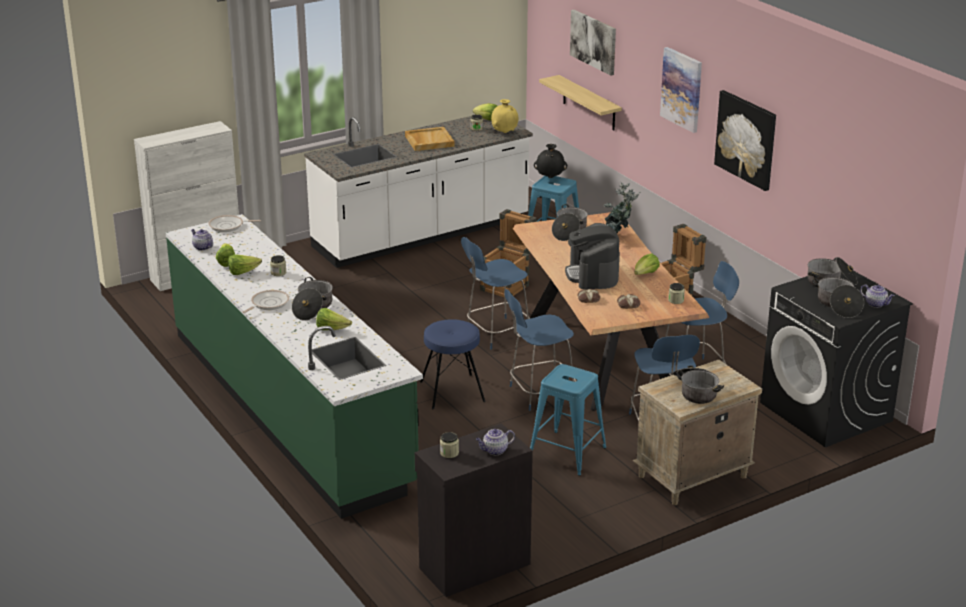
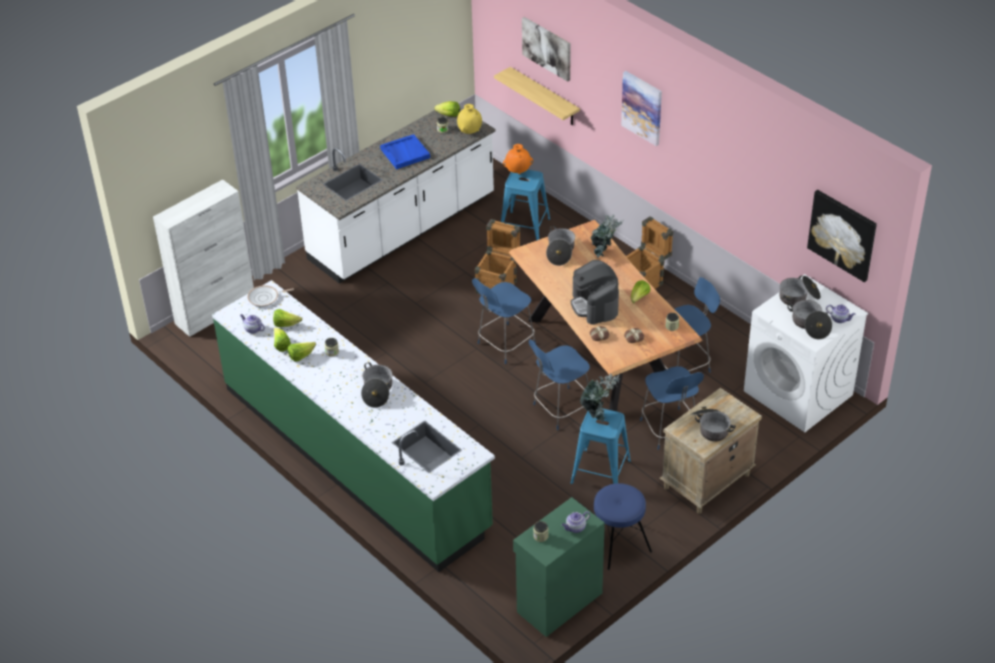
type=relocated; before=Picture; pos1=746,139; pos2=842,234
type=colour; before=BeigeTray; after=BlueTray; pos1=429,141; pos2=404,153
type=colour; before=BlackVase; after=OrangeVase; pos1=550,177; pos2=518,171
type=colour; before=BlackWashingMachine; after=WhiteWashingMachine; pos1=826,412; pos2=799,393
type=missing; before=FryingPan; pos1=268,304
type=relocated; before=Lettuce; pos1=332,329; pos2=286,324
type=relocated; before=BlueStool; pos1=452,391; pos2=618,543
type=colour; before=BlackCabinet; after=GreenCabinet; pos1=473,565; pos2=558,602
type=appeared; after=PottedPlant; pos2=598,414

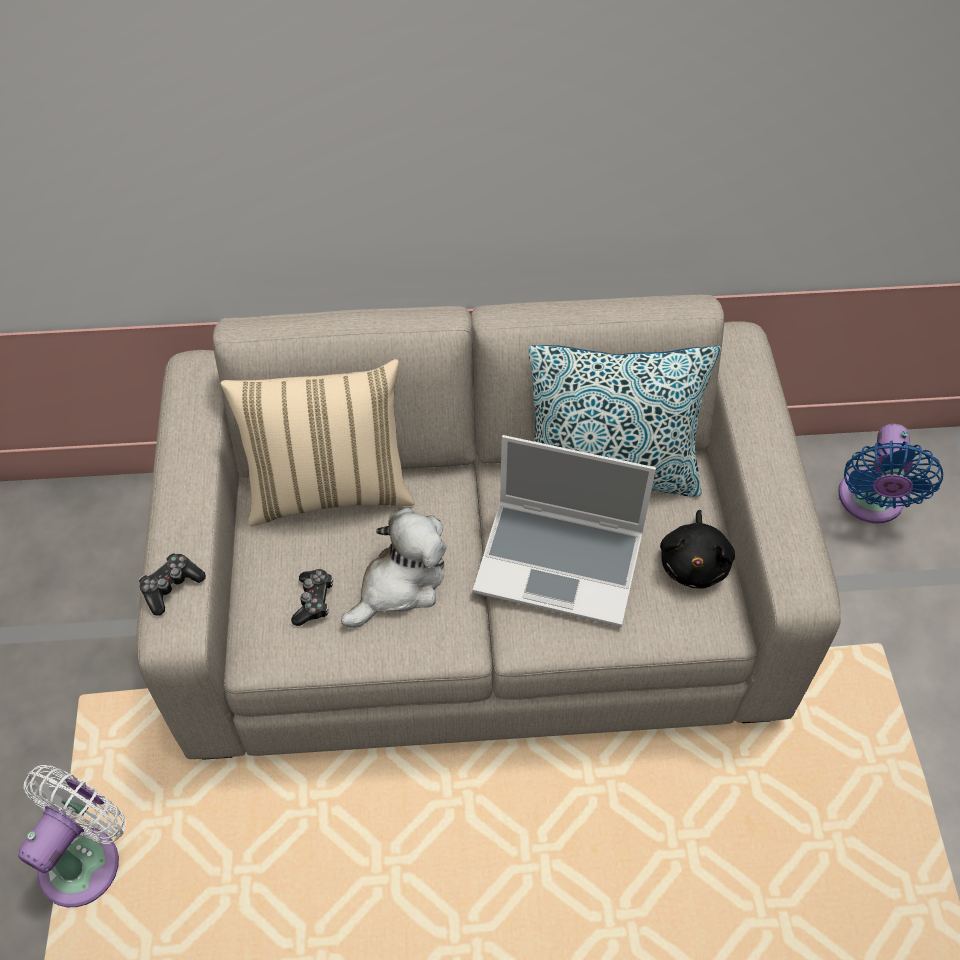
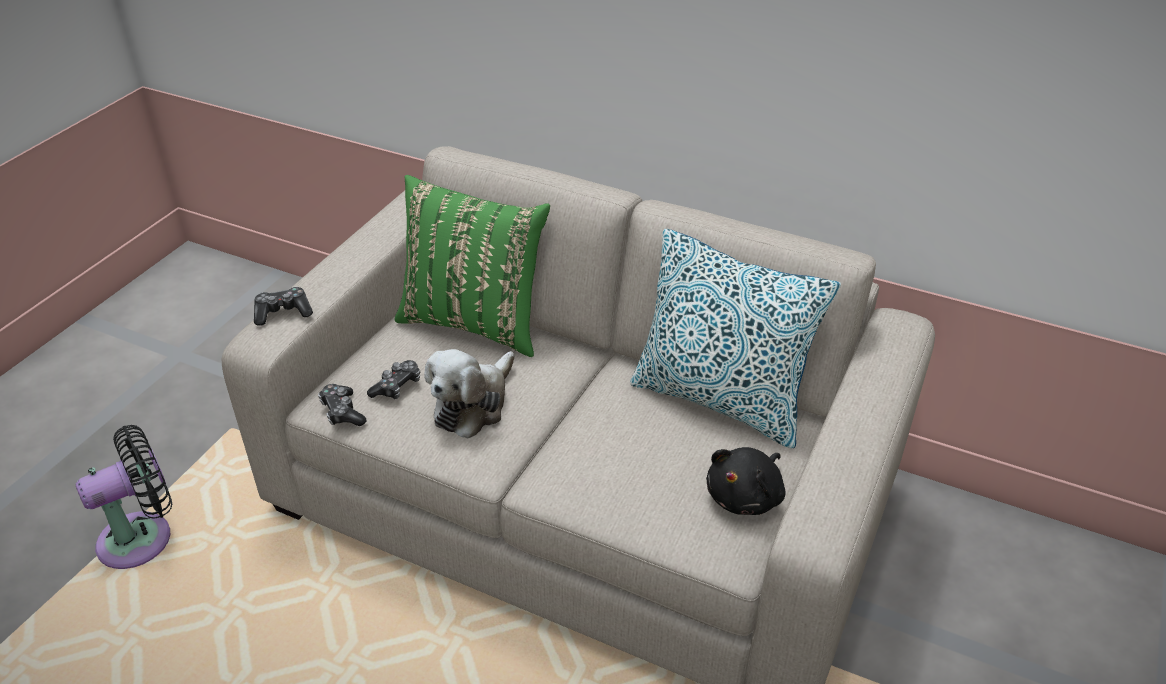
type=colour; before=BeigePillow; after=GreenPillow; pos1=329,489; pos2=475,322
type=missing; before=BlueFan; pos1=870,503
type=missing; before=Laptop; pos1=561,562
type=spun; before=PlushToy; pos1=400,584; pos2=473,404; turn=135
type=colour; before=WhiteFan; after=BlackFan; pos1=85,858; pos2=143,537
type=appeared; after=GameController; pos2=342,412

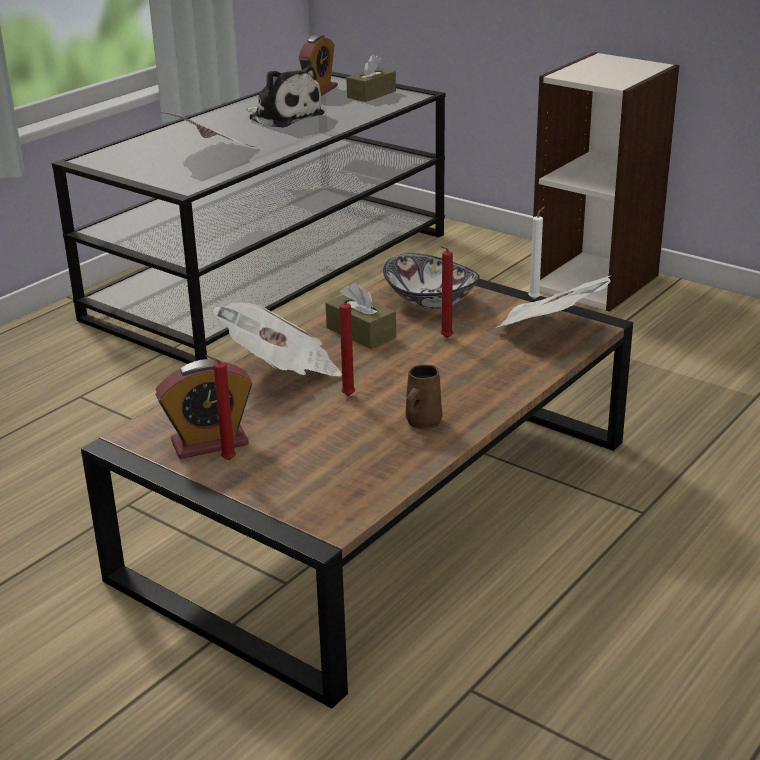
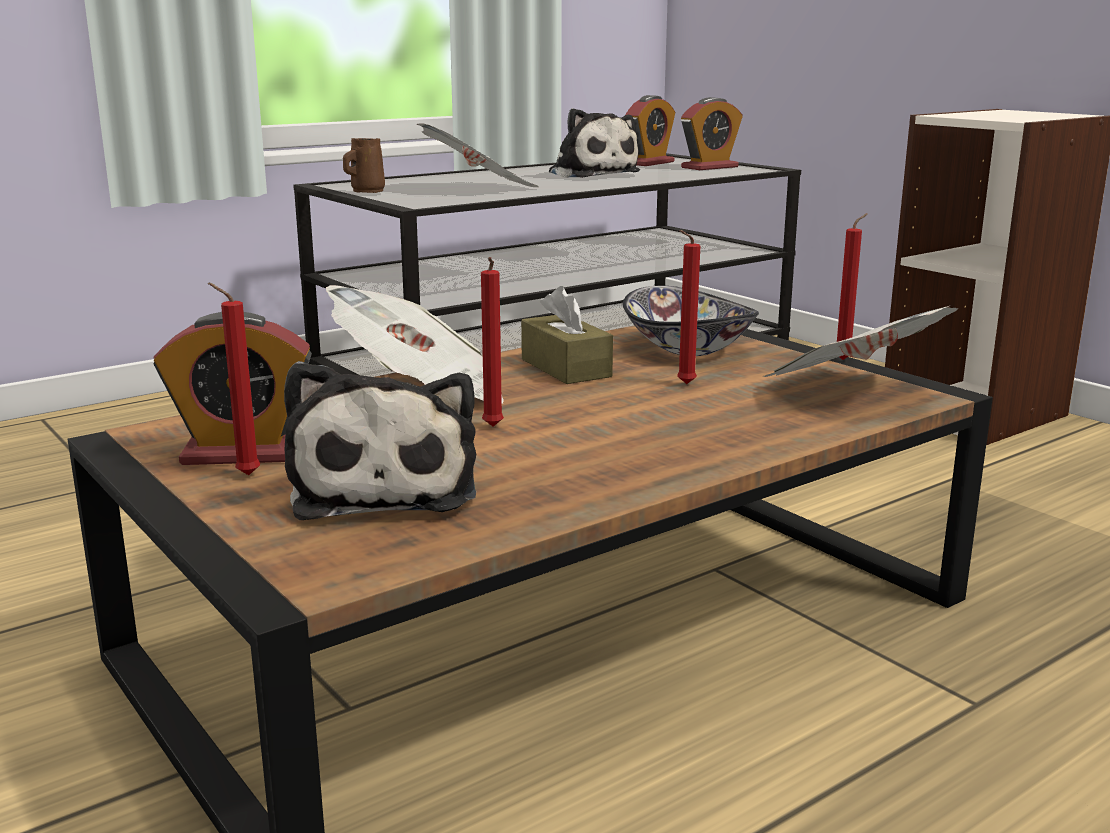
type=exchanged; before=BrownTissueBox; after=AlarmClock; pos1=371,94; pos2=709,167
type=colour; before=WhiteCandle; after=RedCandle; pos1=535,298; pos2=845,359
type=relocated; before=BrownMug; pos1=422,422; pos2=366,192
type=appeared; after=PlushToy; pos2=384,488

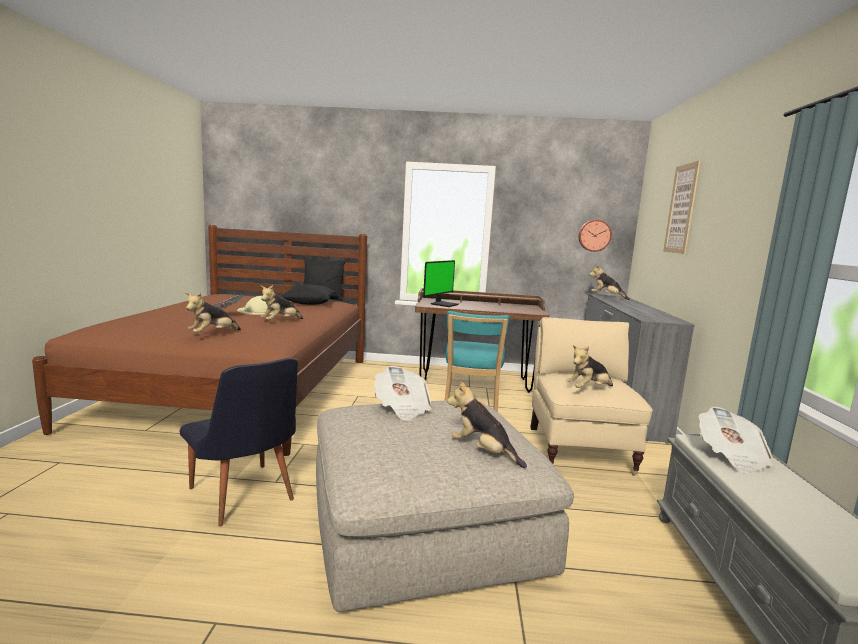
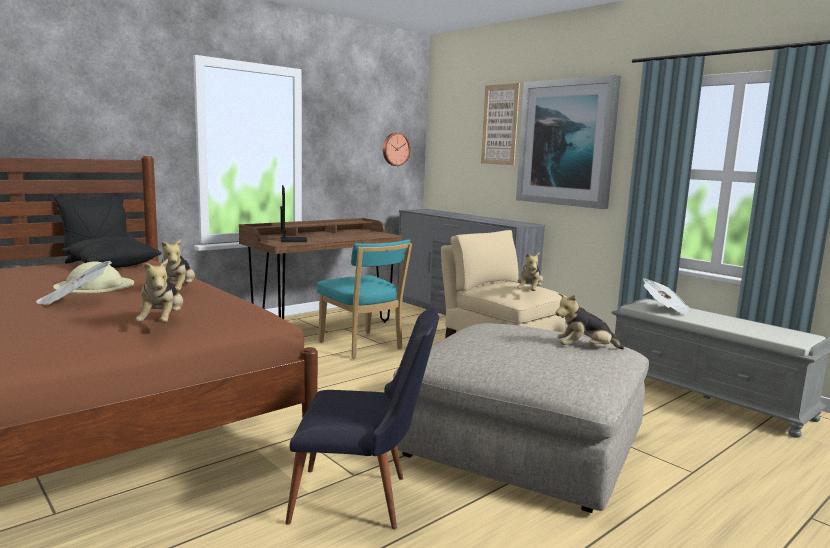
type=missing; before=PlushToy; pos1=607,297
type=missing; before=Newspaper; pos1=402,408
type=appeared; after=Picture; pos2=567,143

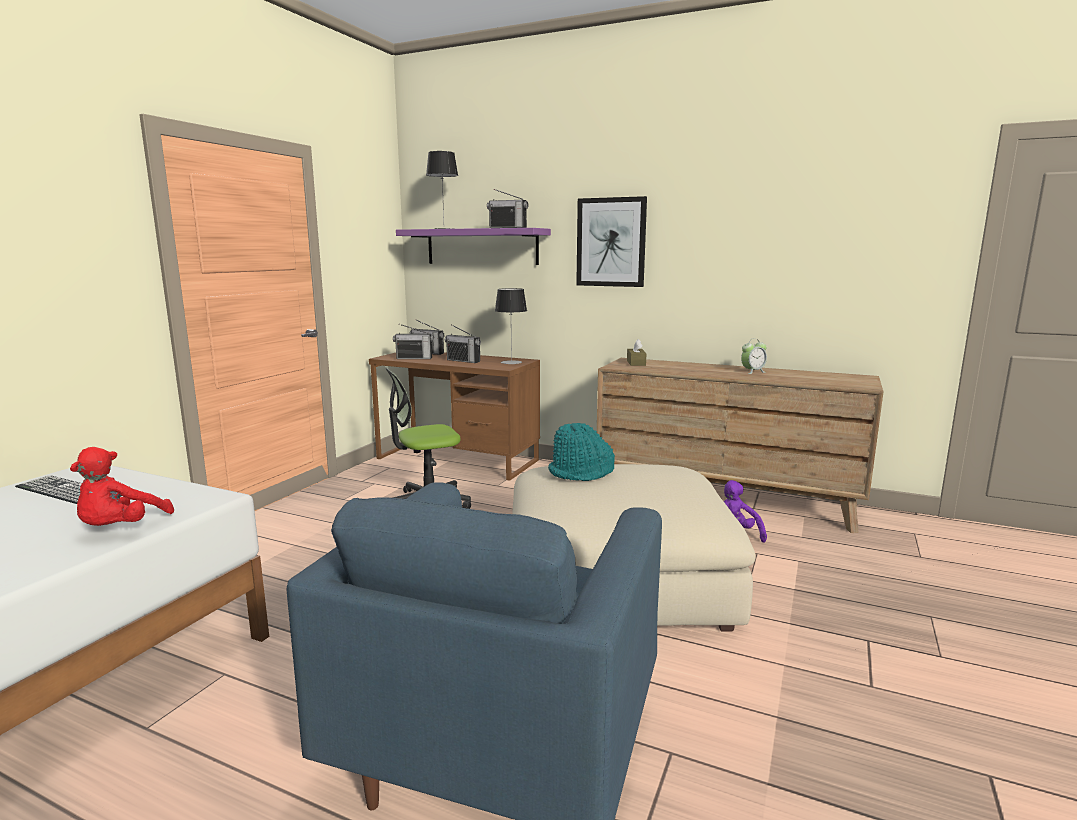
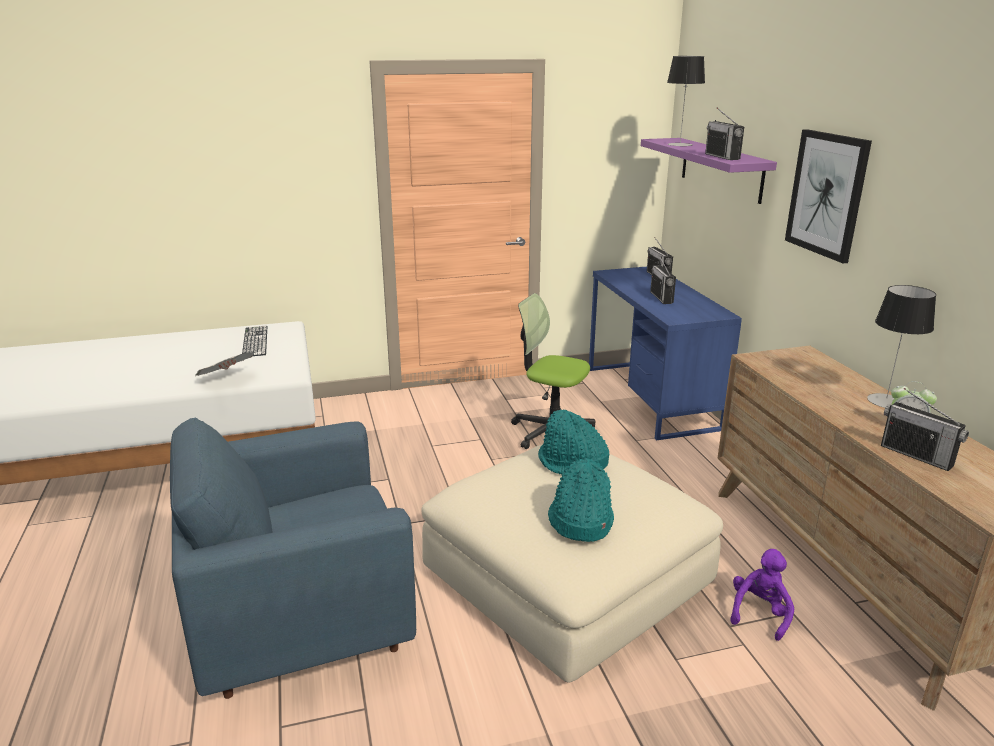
type=relocated; before=TableLamp; pos1=511,362; pos2=886,401
type=relocated; before=Radio; pos1=414,358; pos2=916,455
type=missing; before=BrownTissueBox; pos1=636,363
type=colour; before=BrownDesk; after=BlueDesk; pos1=457,459; pos2=650,397
type=exchanged; before=RedPlushToy; after=Newspaper; pos1=120,528; pos2=226,379
type=appeared; after=TurquoiseHat; pos2=580,521

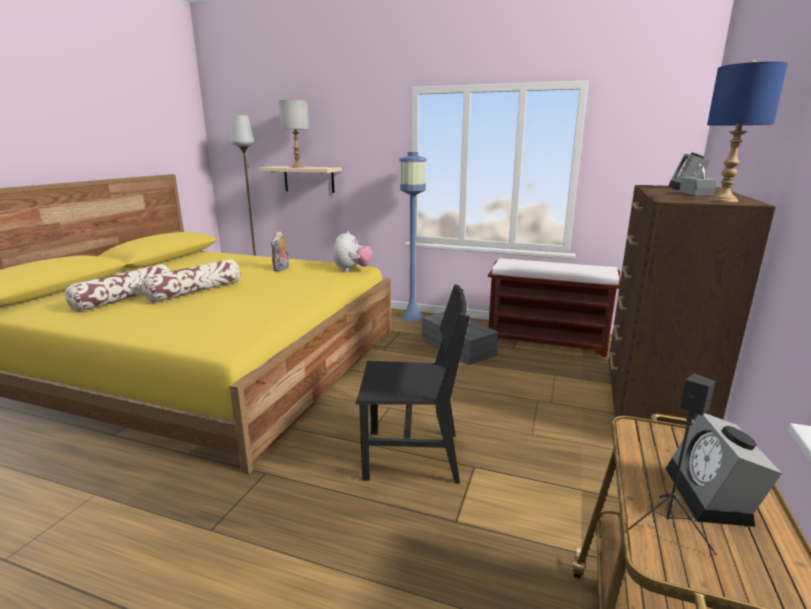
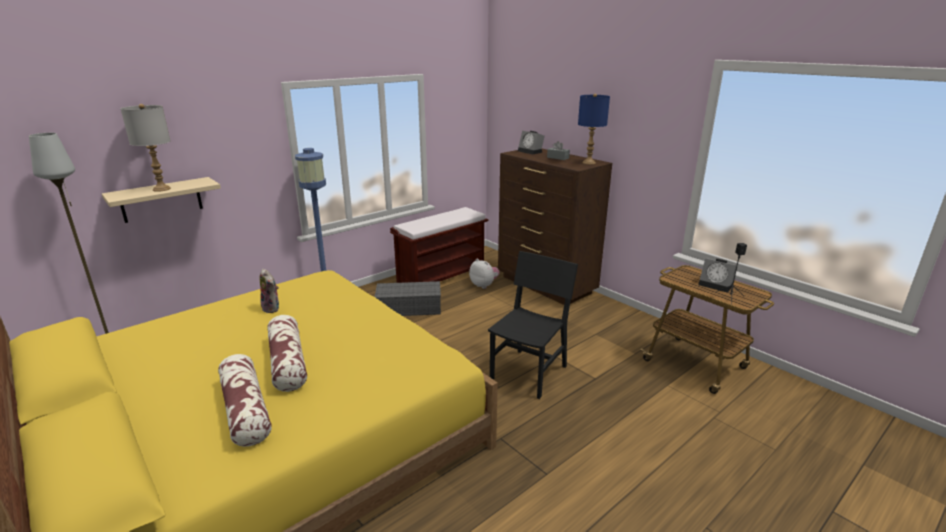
type=relocated; before=PlushToy; pos1=352,270; pos2=484,285

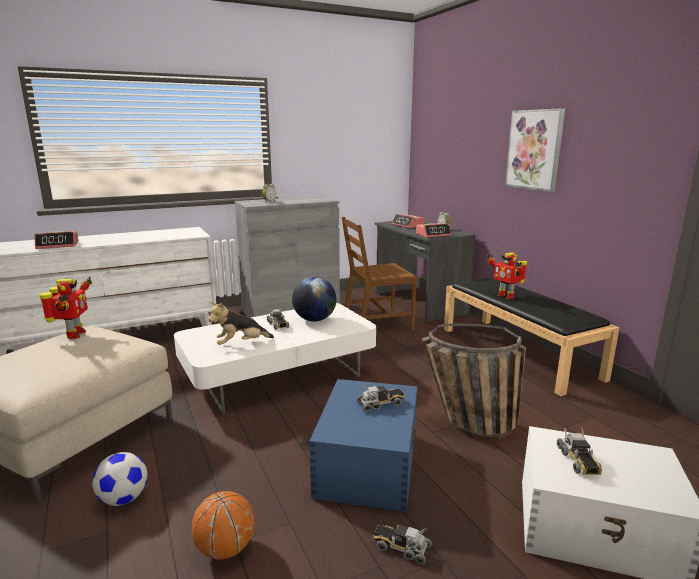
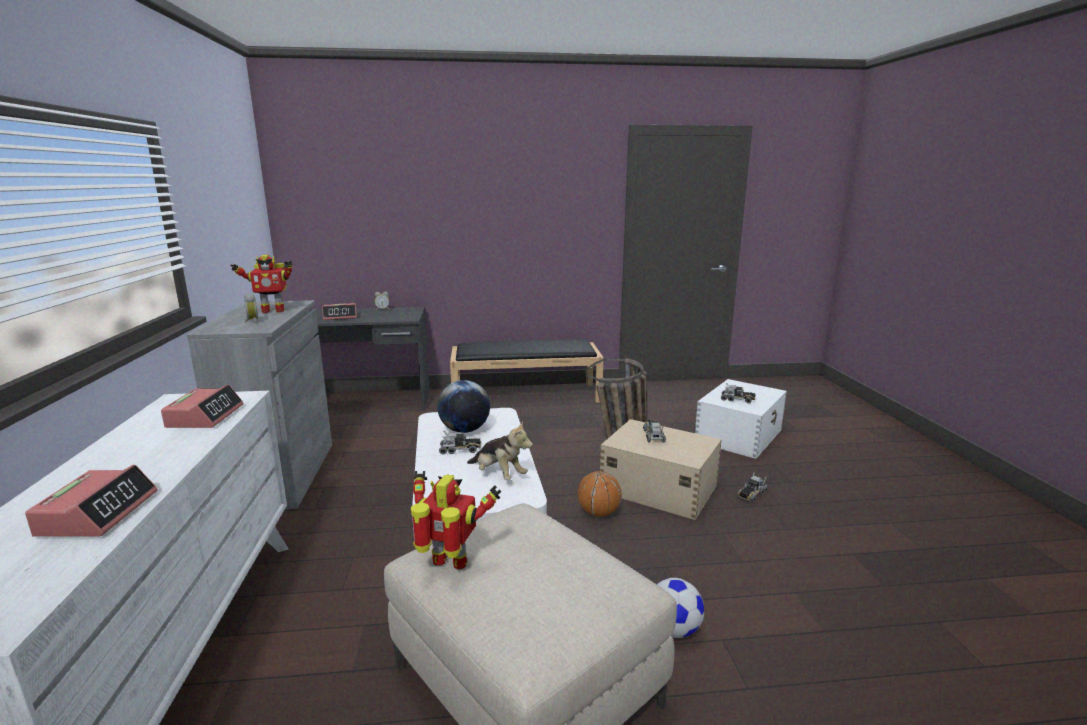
type=missing; before=Picture; pos1=534,150
type=missing; before=BrownChair; pos1=376,324
type=relocated; before=AlarmClock; pos1=433,235; pos2=205,416
type=relocated; before=ToyRobot; pos1=506,296; pos2=272,311
type=spun; before=PlushToy; pos1=241,344; pos2=499,475; turn=-45
type=colour; before=BlueStorageBox; after=BeigeStorageBox; pos1=368,463; pos2=657,488
type=relocated; before=Basketball; pos1=225,549; pos2=598,513

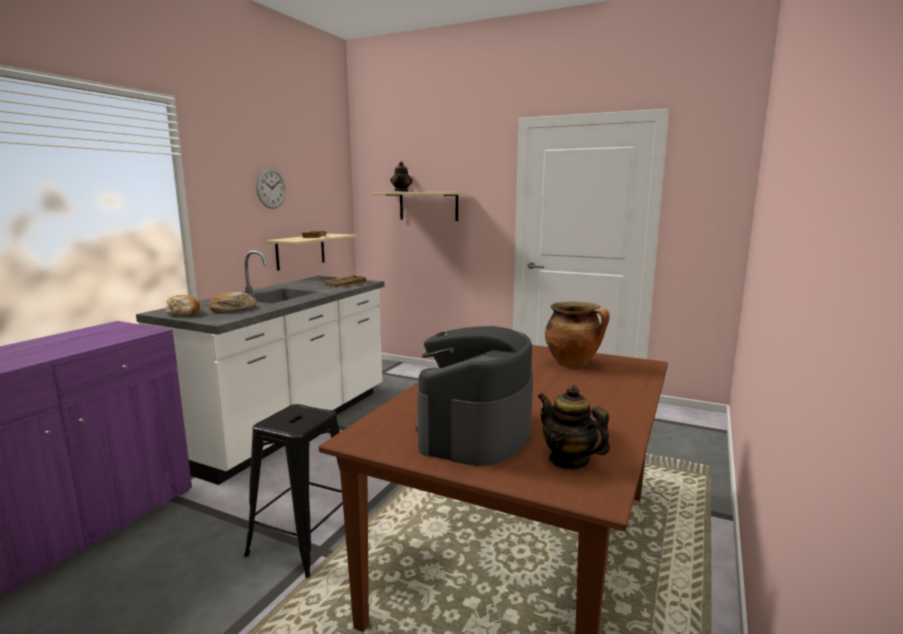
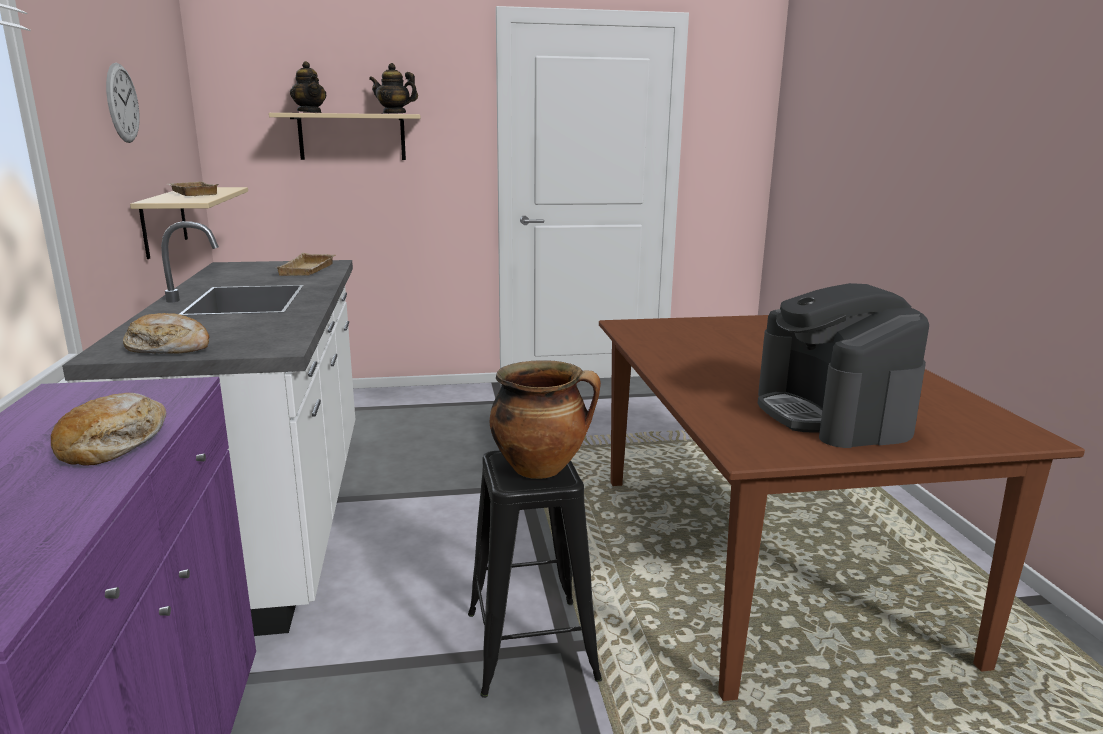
type=relocated; before=Bread; pos1=232,309; pos2=114,444
type=relocated; before=CookingPot; pos1=573,363; pos2=541,468
type=relocated; before=Teapot; pos1=569,460; pos2=394,113

